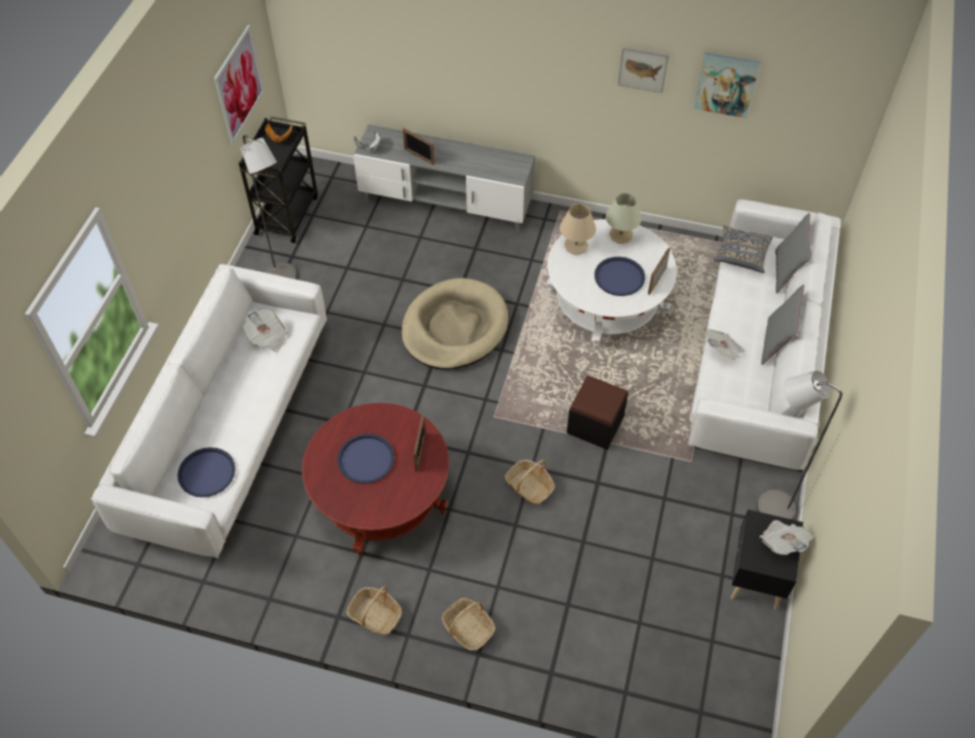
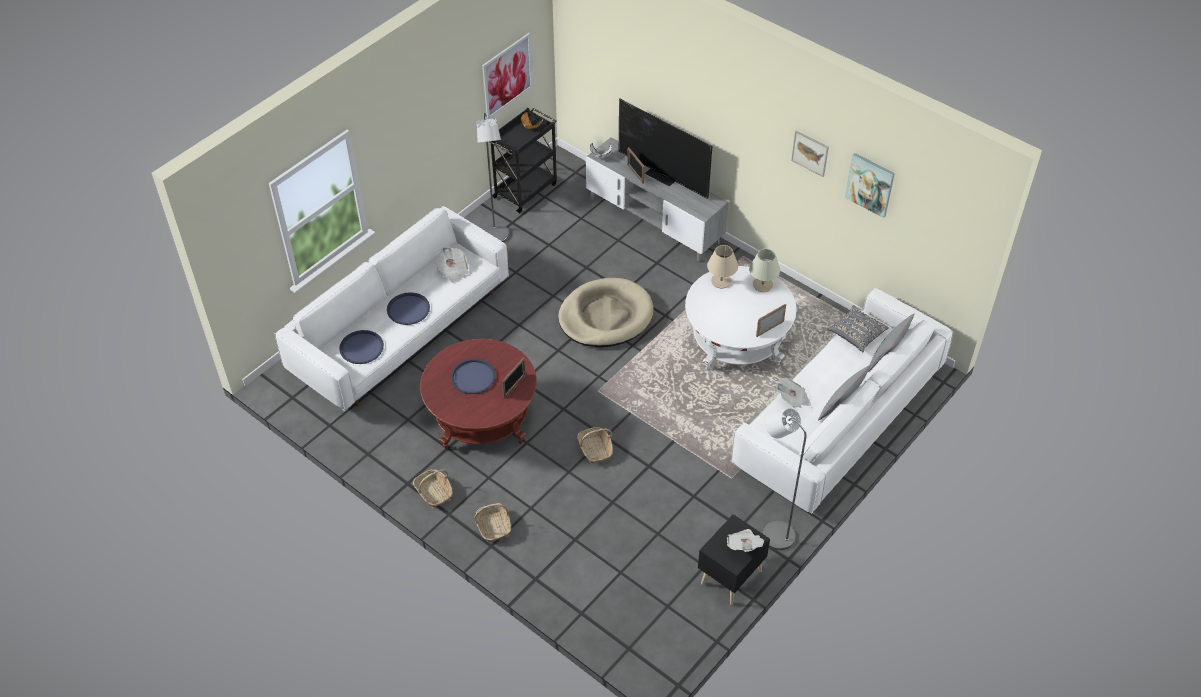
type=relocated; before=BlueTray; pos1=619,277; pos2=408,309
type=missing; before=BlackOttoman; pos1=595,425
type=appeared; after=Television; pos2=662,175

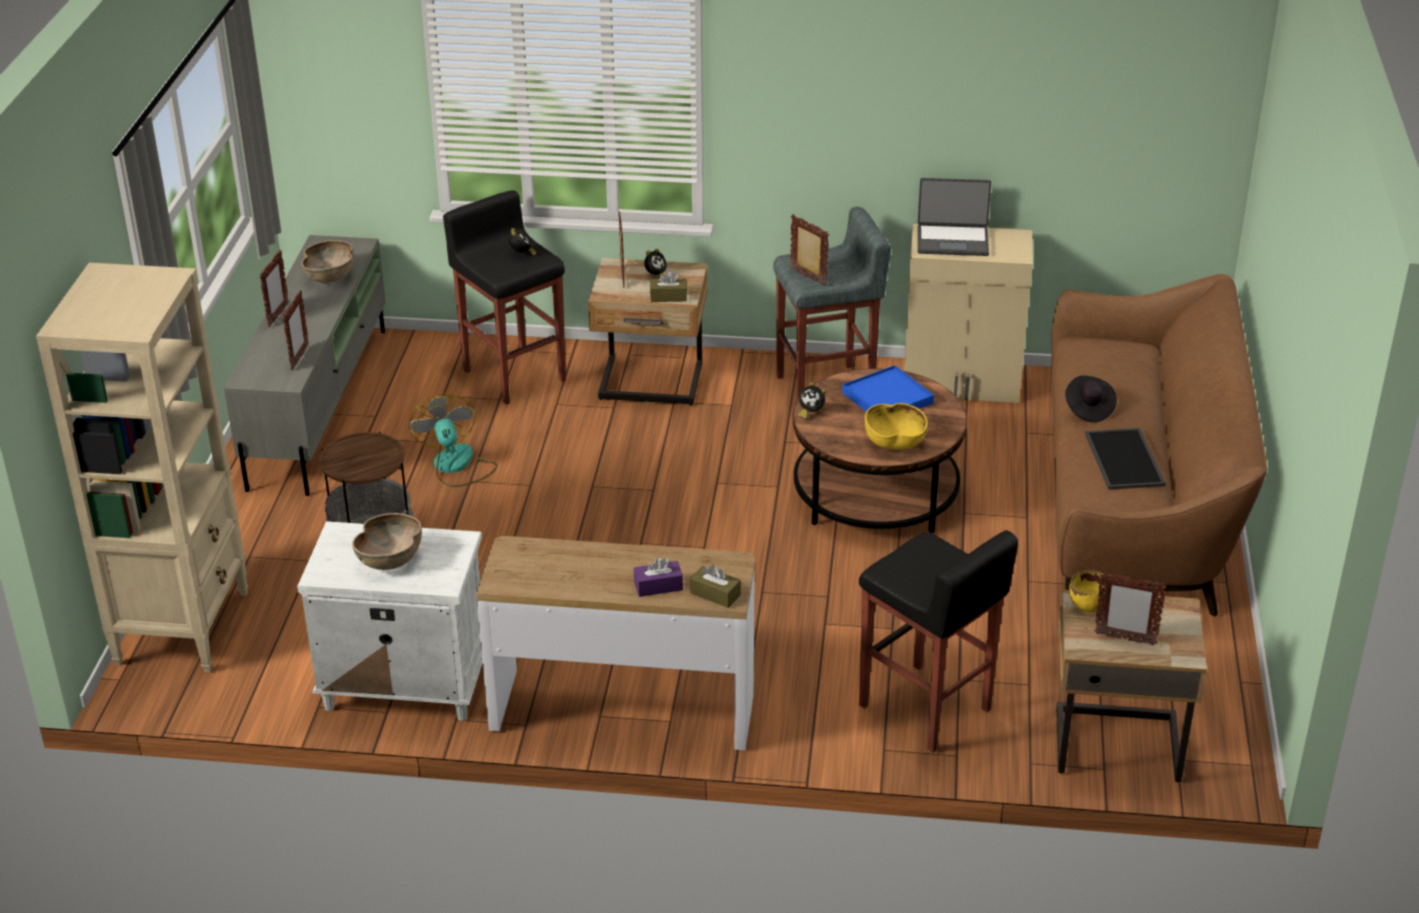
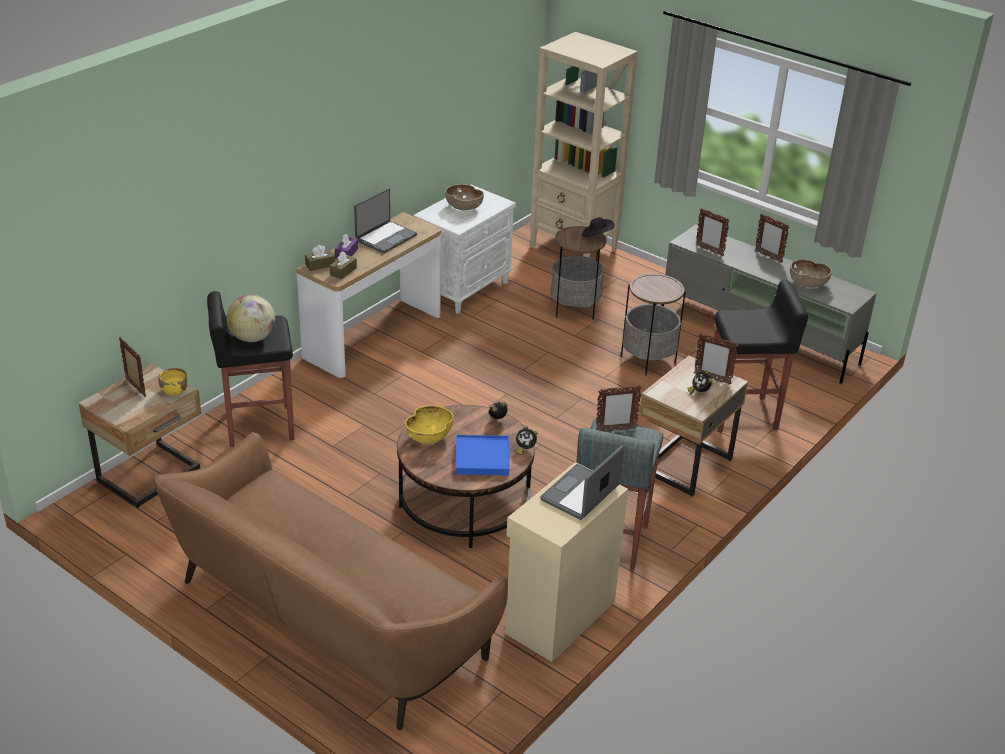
type=relocated; before=AlarmClock; pos1=522,254; pos2=525,449
type=relocated; before=BrownTissueBox; pos1=668,297; pos2=343,271
type=relocated; before=BlackHat; pos1=1088,409; pos2=597,236
type=exchanged; before=Fan; after=SideTable; pos1=456,466; pos2=648,360
type=missing; before=Tray; pos1=1126,460
type=spun; before=PictureFrame; pos1=1124,639; pos2=135,388; turn=90
type=appeared; after=Laptop; pos2=385,237
type=appeared; after=Globe; pos2=252,338

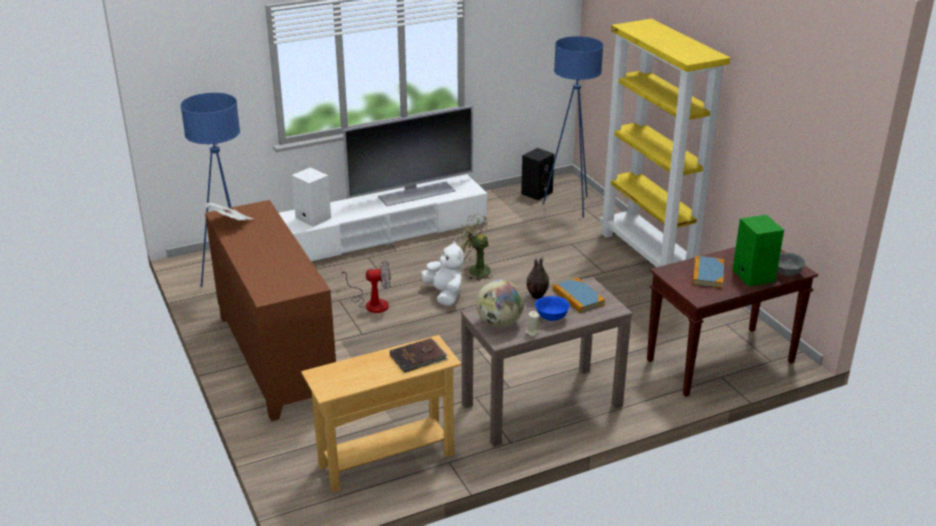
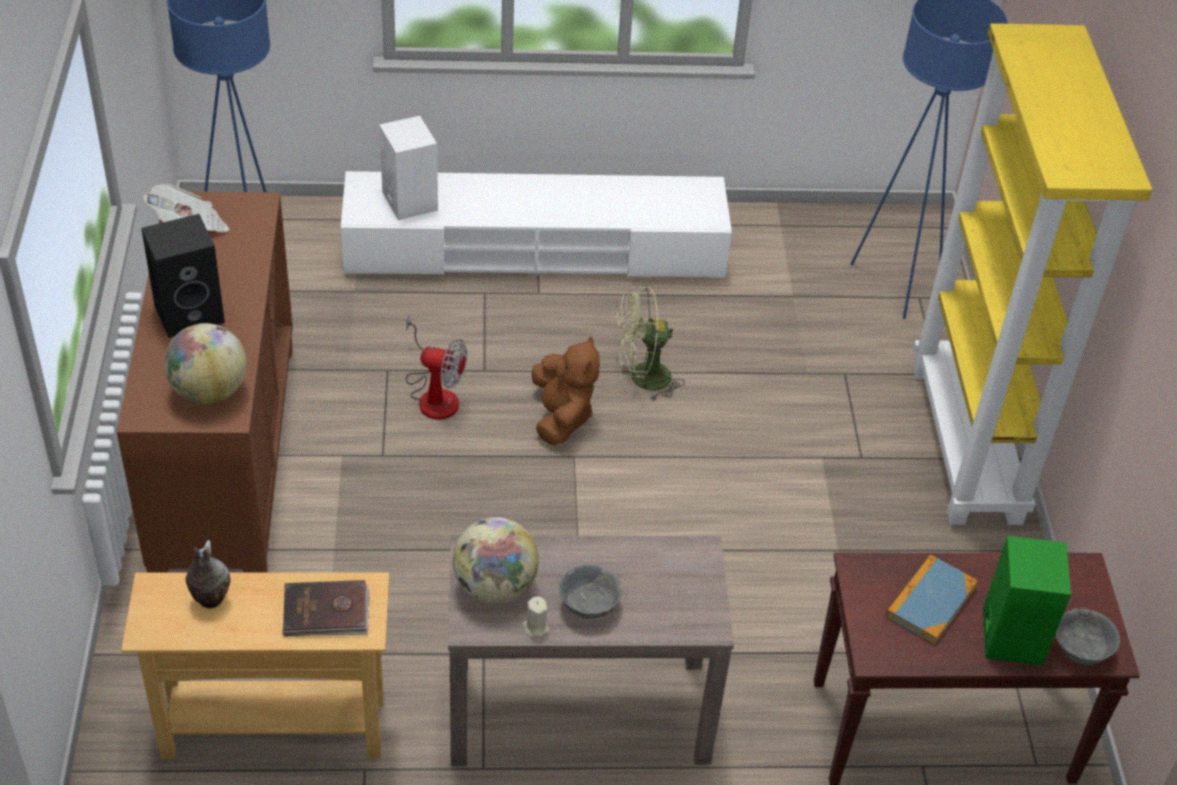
type=missing; before=Television; pos1=416,193
type=relocated; before=BlackSpeaker; pos1=536,192; pos2=190,312
type=spun; before=GreenFan; pos1=474,270; pos2=641,379; turn=-60
type=colour; before=WhitePlushToy; after=BrownPlushToy; pos1=445,295; pos2=561,417
type=relocated; before=Vase; pos1=536,296; pos2=209,601
type=missing; before=Book; pos1=578,297
type=colour; before=BlueBowl; after=GreyBowl; pos1=551,317; pos2=589,605
type=appeared; after=Globe; pos2=209,391

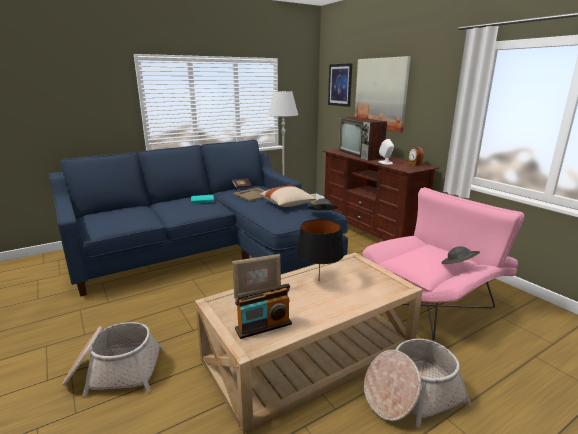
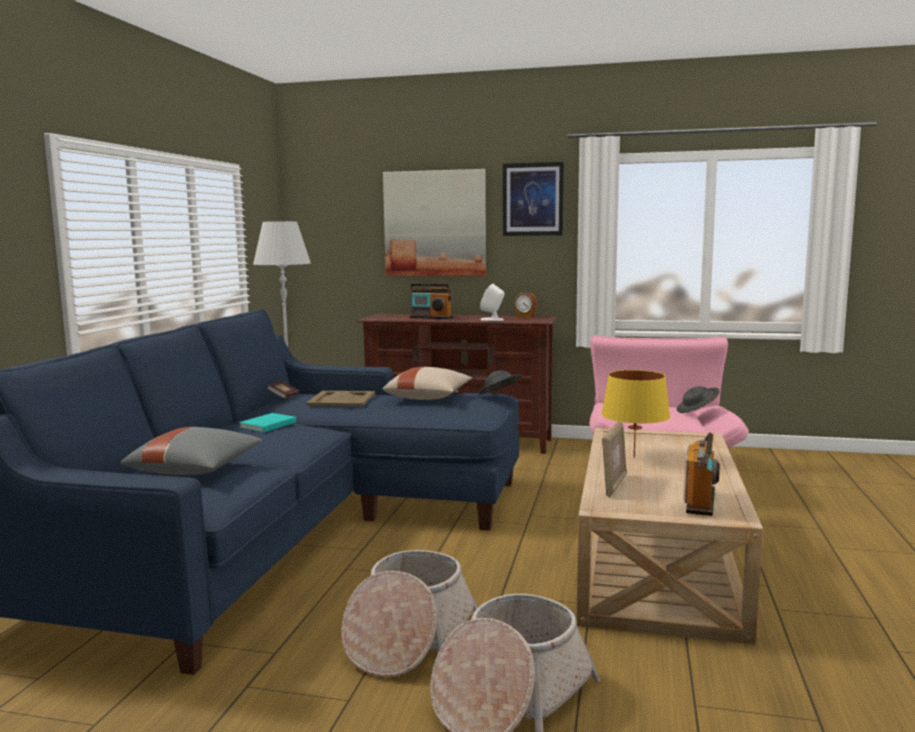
type=relocated; before=Picture; pos1=340,85; pos2=533,199
type=exchanged; before=Television; after=Radio; pos1=361,155; pos2=431,317
type=colour; before=BlackTableLamp; after=YellowTableLamp; pos1=319,280; pos2=634,457
type=relocated; before=Basket; pos1=411,395; pos2=409,638
type=appeared; after=GreyPillow; pos2=196,470

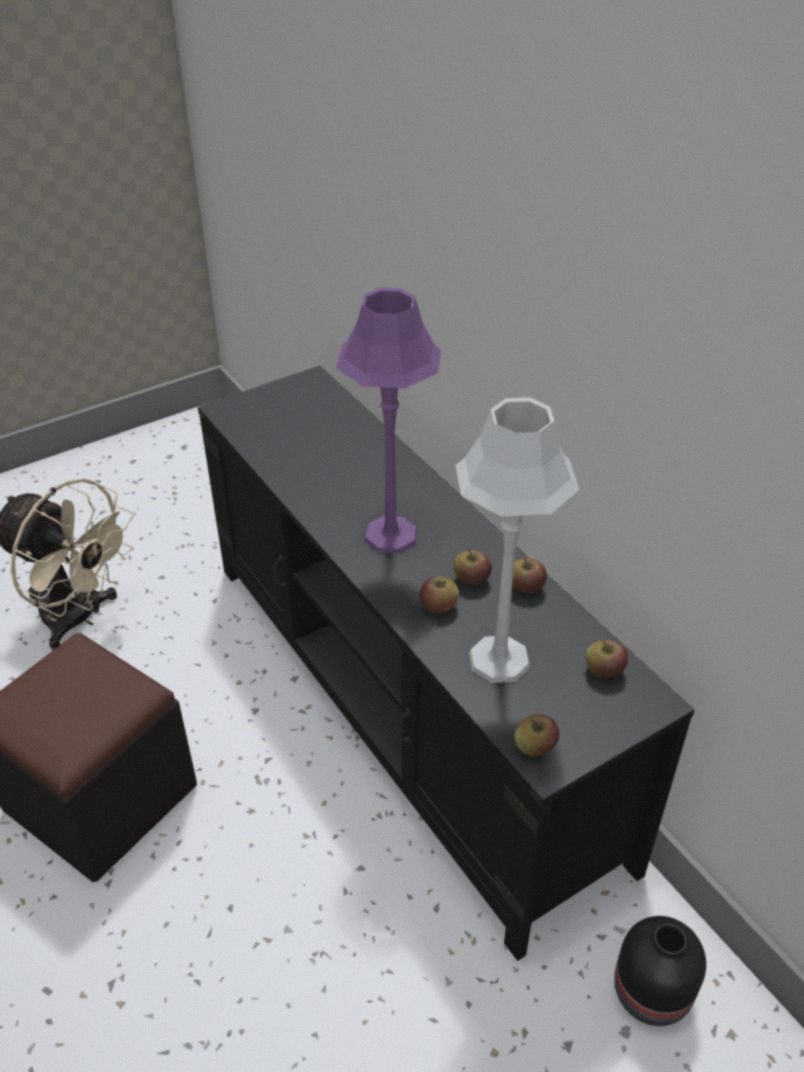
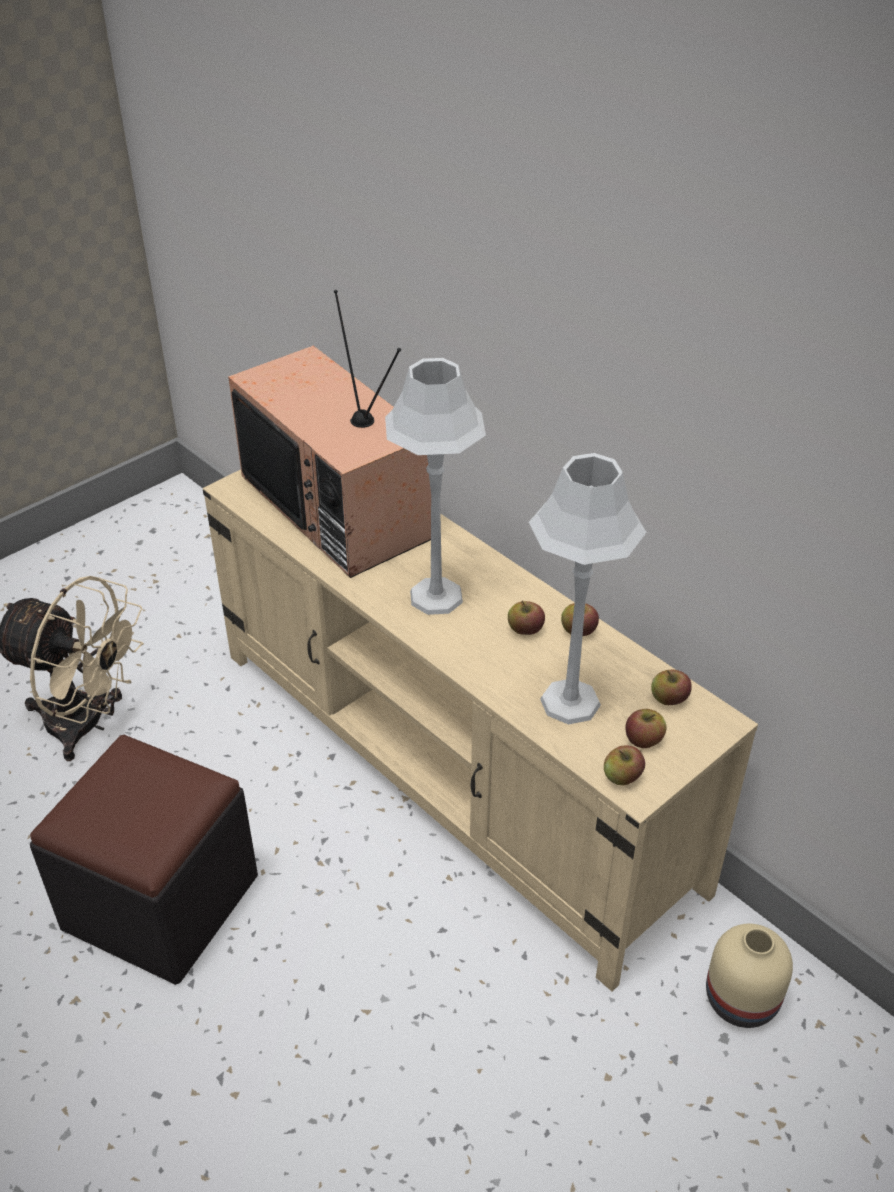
type=colour; before=PurpleTableLamp; after=GreyTableLamp; pos1=391,535; pos2=436,597
type=colour; before=BlackTvStand; after=BeigeTvStand; pos1=406,705; pos2=451,767
type=relocated; before=Apple; pos1=438,606; pos2=643,739
type=colour; before=BlackVase; after=BeigeVase; pos1=653,993; pos2=743,999
type=appeared; after=Television; pos2=340,507

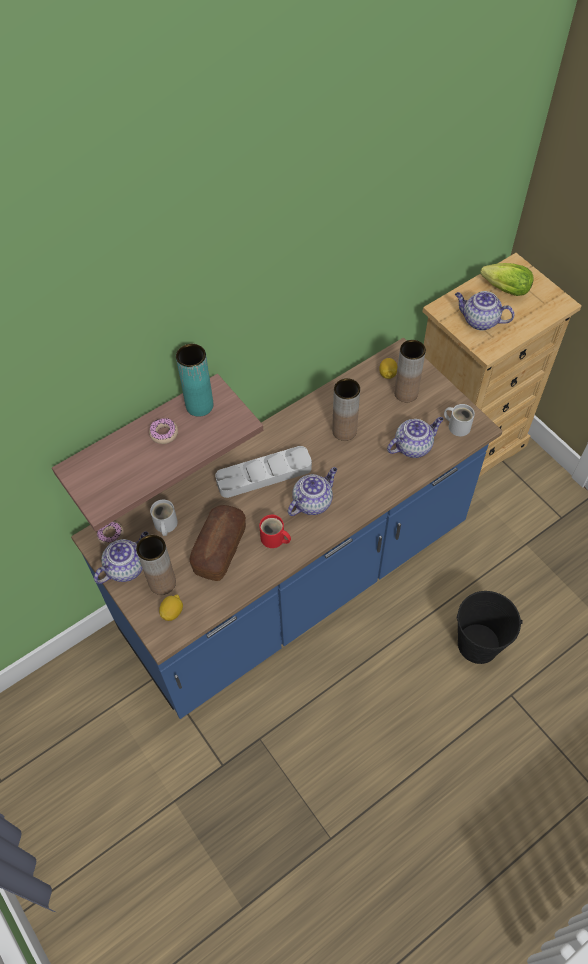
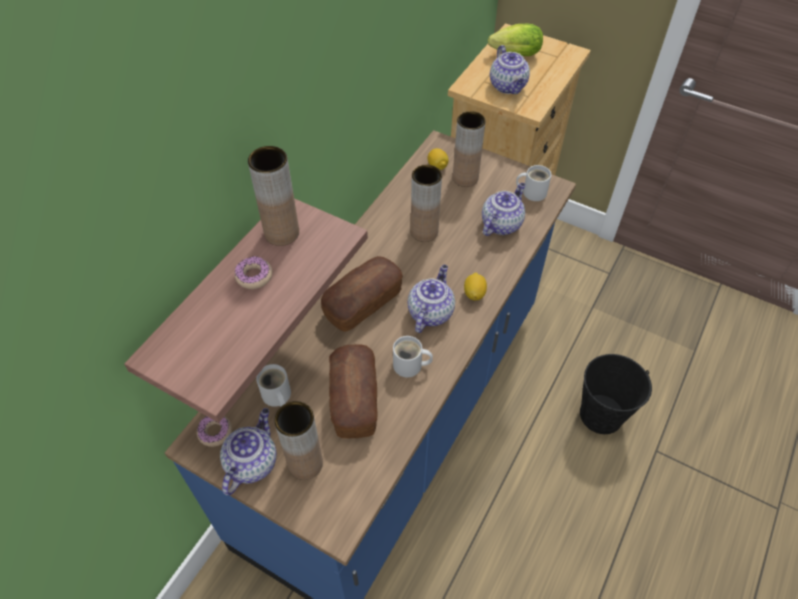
type=spun; before=Teapot; pos1=479,321; pos2=508,87; turn=-105
type=colour; before=TurquoiseVase; after=BrownVase; pos1=199,405; pos2=282,233
type=exchanged; before=GreyTray; after=Bread; pos1=264,475; pos2=363,303
type=colour; before=RedMug; after=WhiteMug; pos1=274,539; pos2=410,366
type=relocated; before=Lemon; pos1=172,612; pos2=474,293

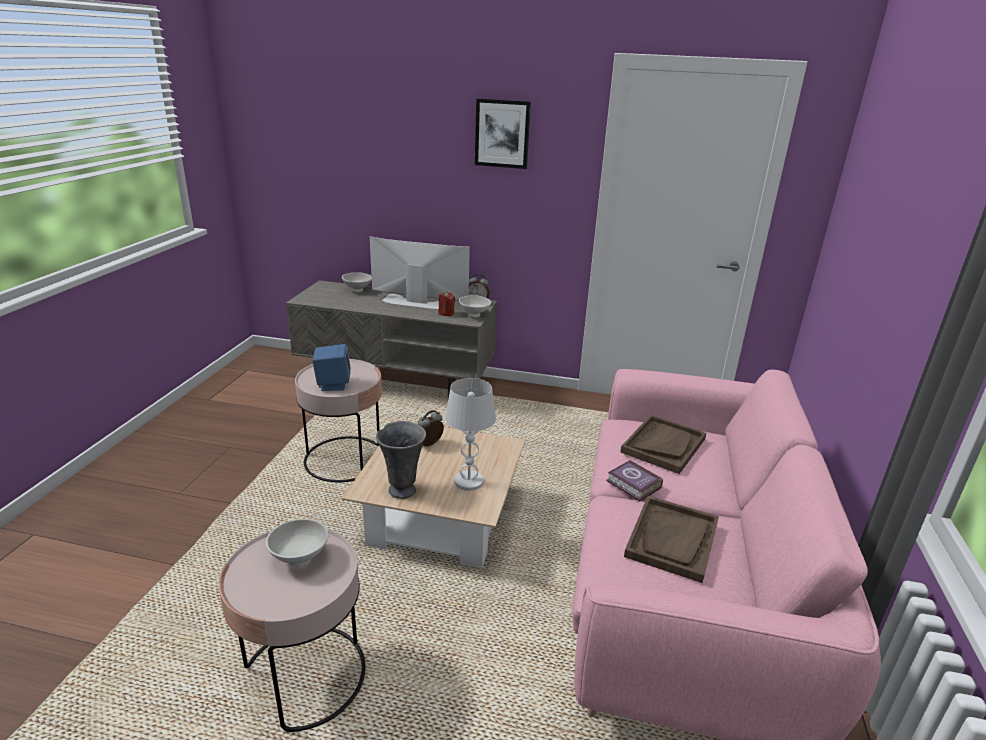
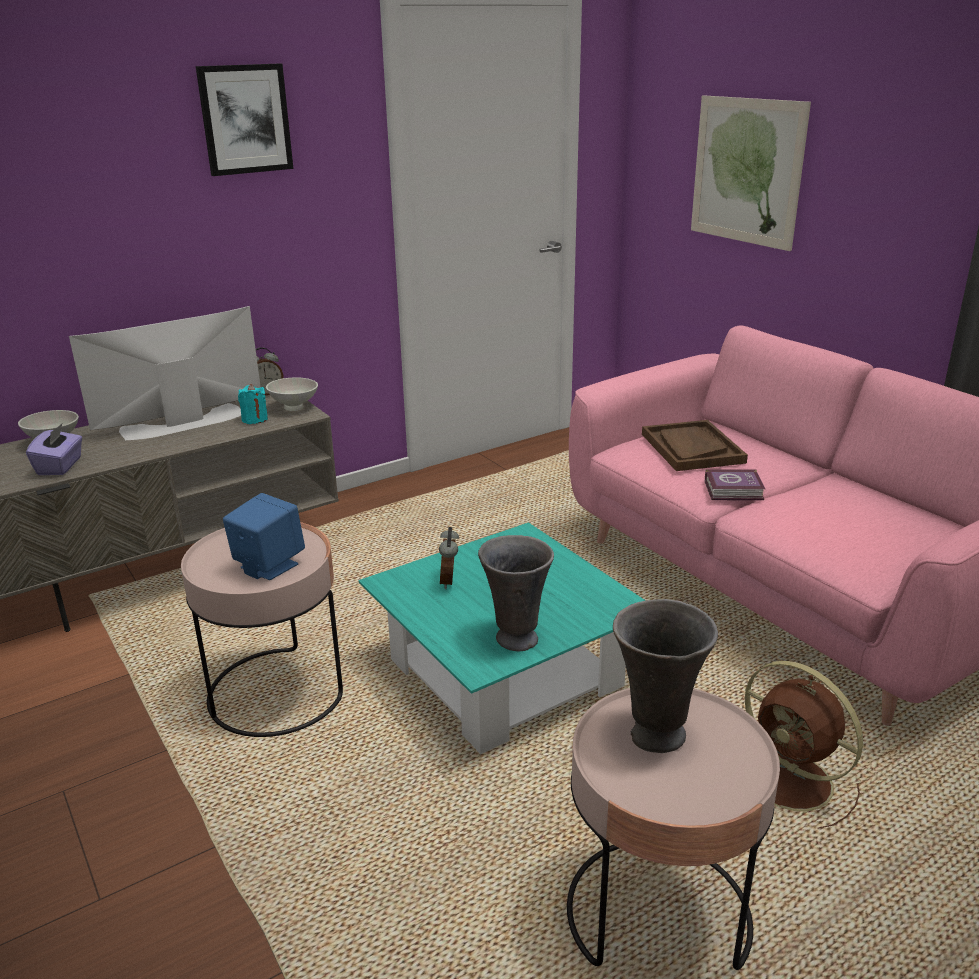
type=colour; before=RedCandle; after=TurquoiseCandle; pos1=446,313; pos2=255,419
type=missing; before=WhiteTableLamp; pos1=469,481
type=colour; before=BeigeCoffeeTable; after=TurquoiseCoffeeTable; pos1=440,519; pos2=504,673
type=missing; before=BrownTray; pos1=672,540
type=exchanged; before=WhiteBowl; after=GreyVase; pos1=298,558; pos2=655,736
type=appeared; after=Picture; pos2=746,171
type=appeared; after=PurpleTissueBox; pos2=60,466
type=appeared; after=BrownFan; pos2=794,784

